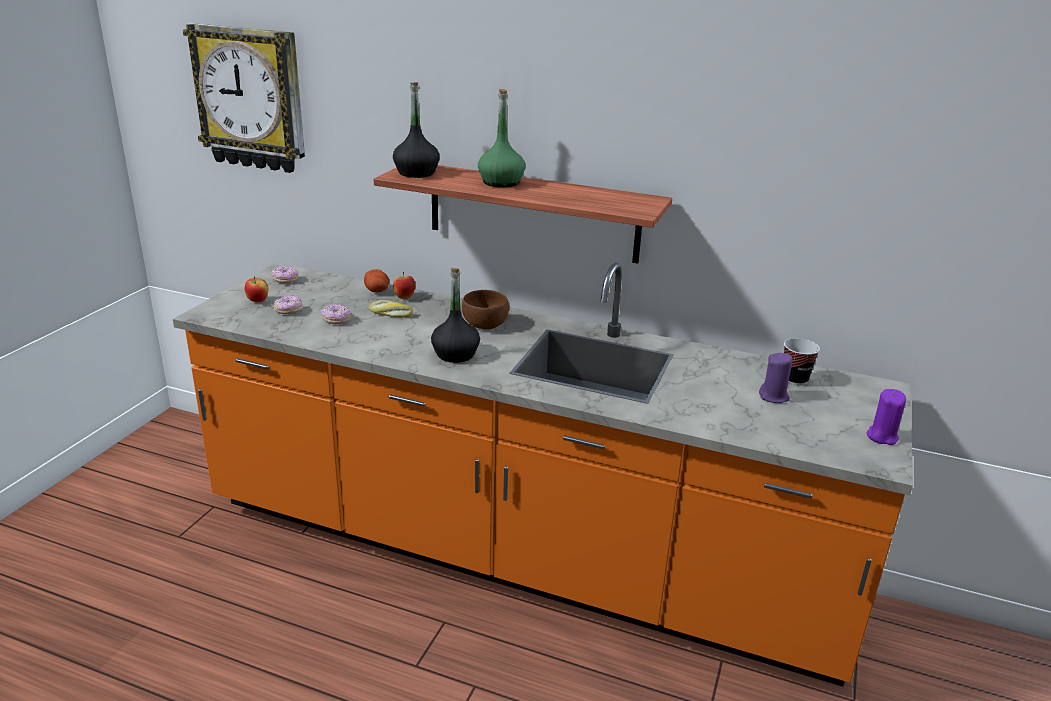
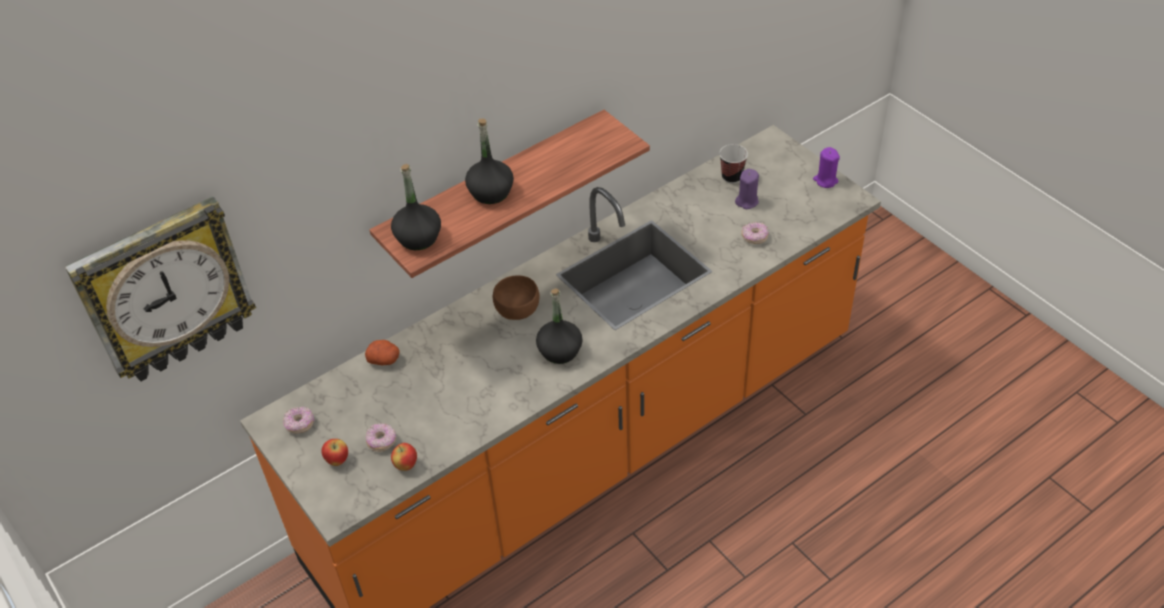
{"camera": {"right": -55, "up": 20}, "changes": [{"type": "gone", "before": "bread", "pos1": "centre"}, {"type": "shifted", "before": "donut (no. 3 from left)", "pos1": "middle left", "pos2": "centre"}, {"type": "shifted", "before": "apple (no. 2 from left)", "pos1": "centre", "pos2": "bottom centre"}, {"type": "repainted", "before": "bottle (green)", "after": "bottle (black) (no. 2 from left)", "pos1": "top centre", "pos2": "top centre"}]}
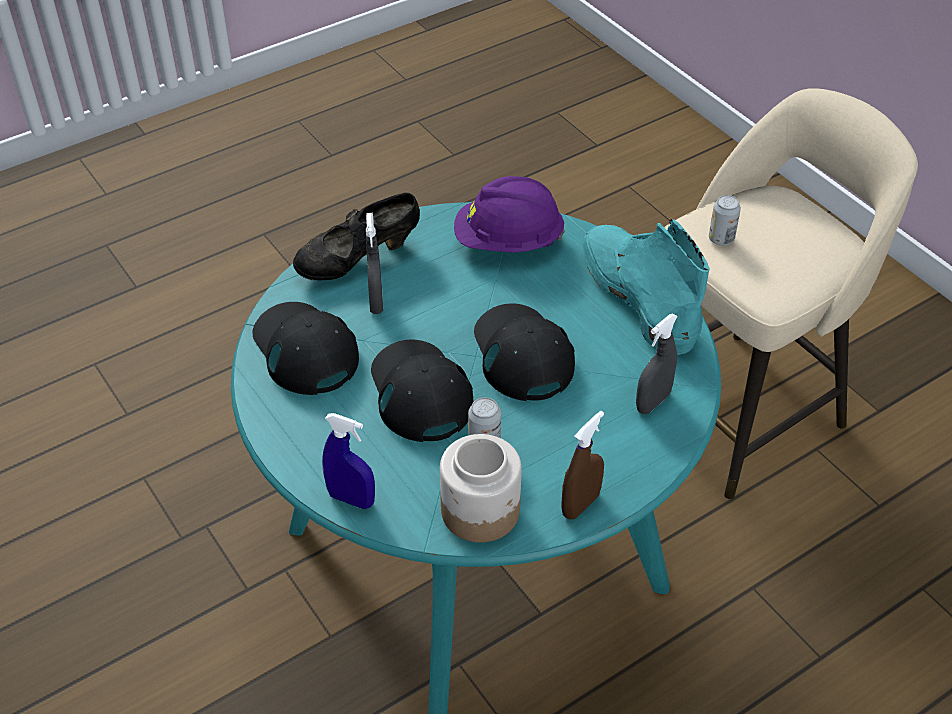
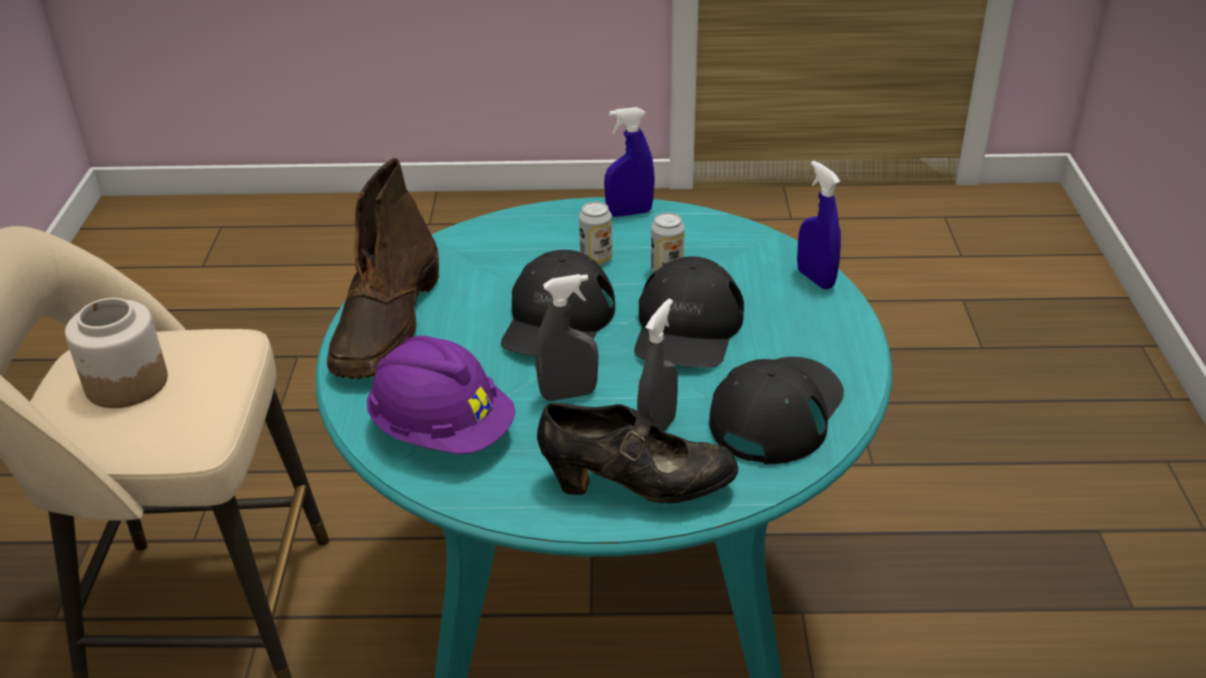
{"camera": {"right": -145, "up": -10}, "changes": [{"type": "shifted", "before": "jar", "pos1": "bottom centre", "pos2": "middle left"}, {"type": "shifted", "before": "spray bottle (grey) (no. 2 from left in the first image)", "after": "spray bottle (grey) (no. 1 from left)", "pos1": "middle right", "pos2": "centre"}, {"type": "shifted", "before": "can (no. 2 from left in the first image)", "after": "can (no. 1 from left)", "pos1": "top right", "pos2": "centre"}, {"type": "repainted", "before": "spray bottle (brown)", "after": "spray bottle (blue) (no. 1 from left)", "pos1": "centre", "pos2": "top centre"}, {"type": "repainted", "before": "boot (turquoise)", "after": "boot (brown)", "pos1": "middle right", "pos2": "middle left"}, {"type": "rotated", "before": "cap (black) (no. 1 from left in the first image)", "pos1": "middle left", "pos2": "centre", "turn": -150}]}
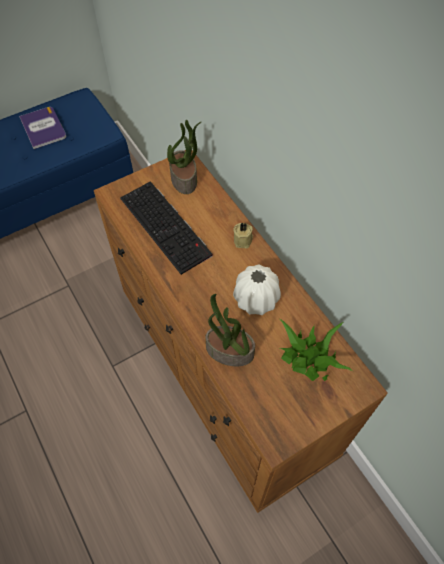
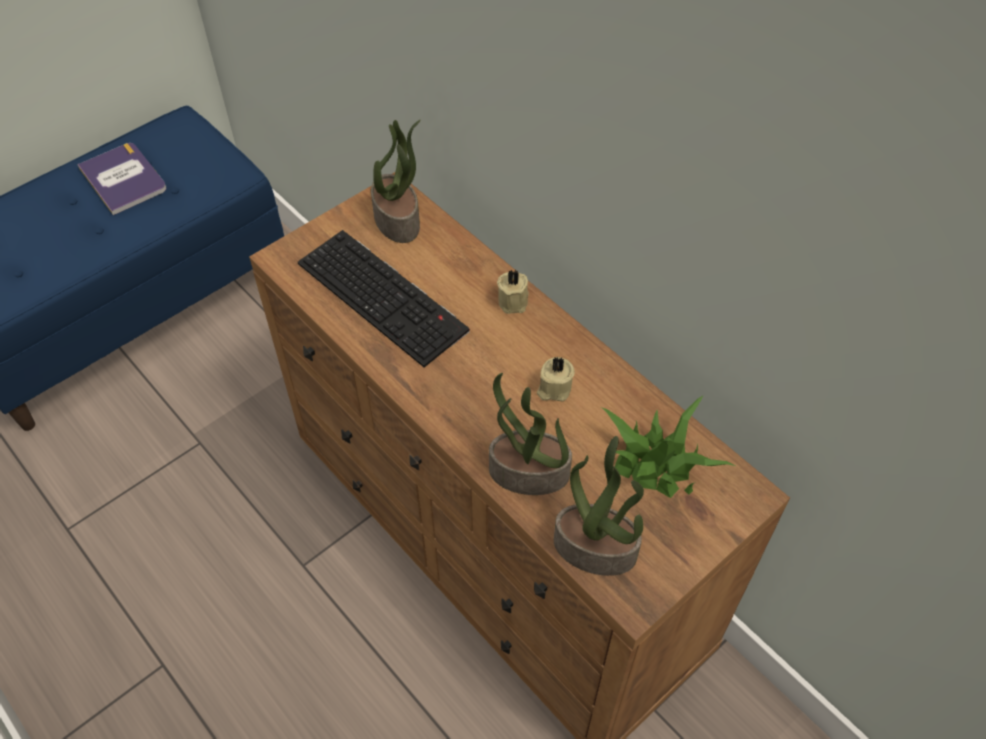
{"camera": {"right": -10, "up": -5}, "changes": [{"type": "new", "after": "potted plant (no. 3 from left)", "pos2": "bottom centre"}, {"type": "swapped", "before": "vase (white)", "after": "candle (beige) (no. 2 from left)", "pos1": "centre", "pos2": "centre"}]}
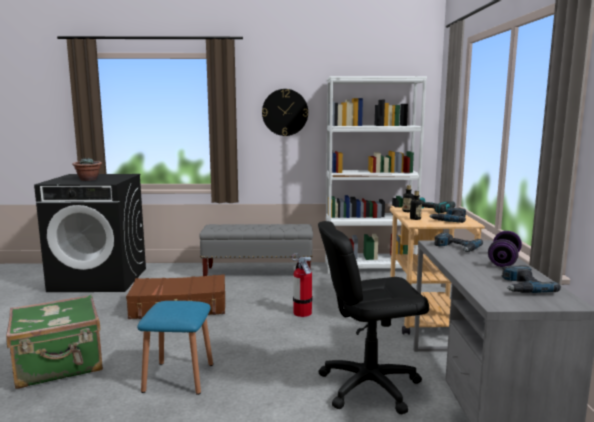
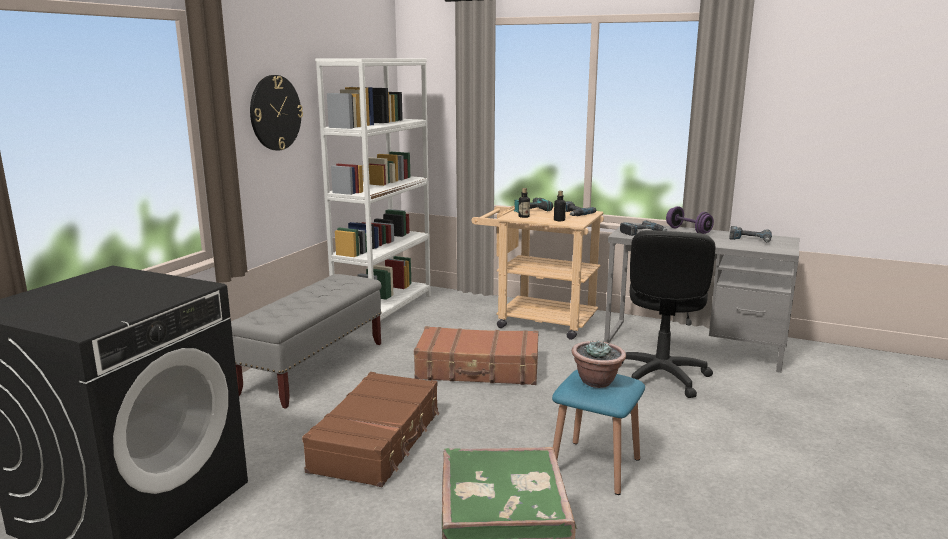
{"camera": {"right": -65, "up": 5}, "changes": [{"type": "shifted", "before": "potted plant", "pos1": "middle left", "pos2": "bottom centre"}, {"type": "swapped", "before": "fire extinguisher", "after": "suitcase (brown) (no. 2 from left)", "pos1": "bottom centre", "pos2": "centre"}]}
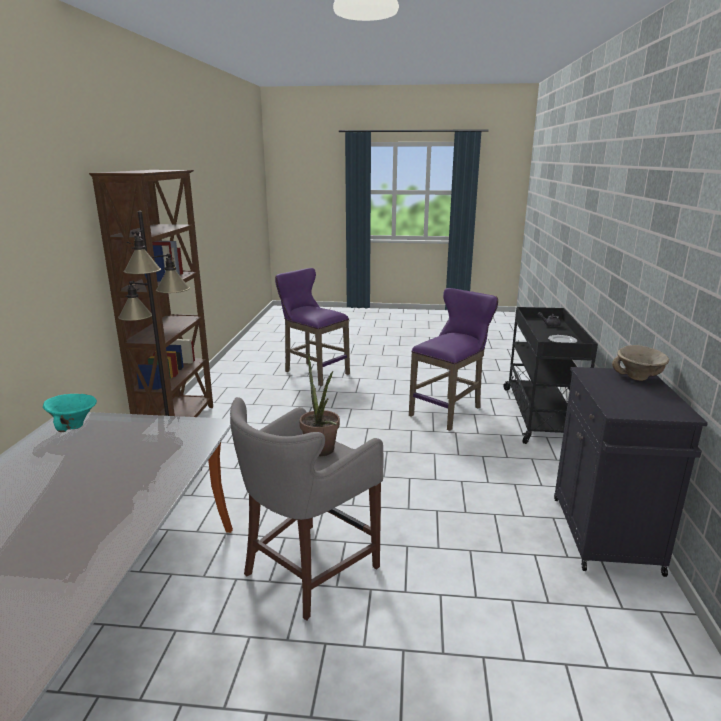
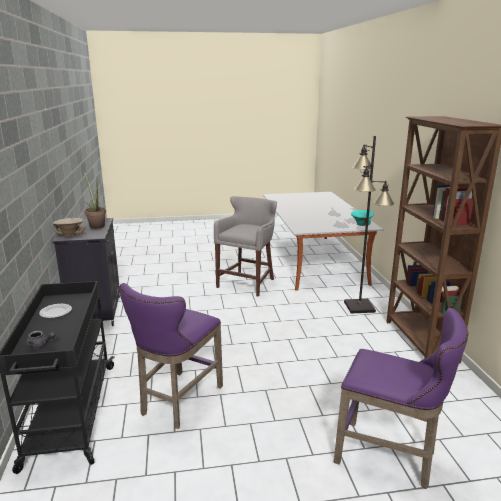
{"camera": {"right": 165, "up": 0}, "changes": [{"type": "shifted", "before": "potted plant", "pos1": "centre", "pos2": "middle left"}]}
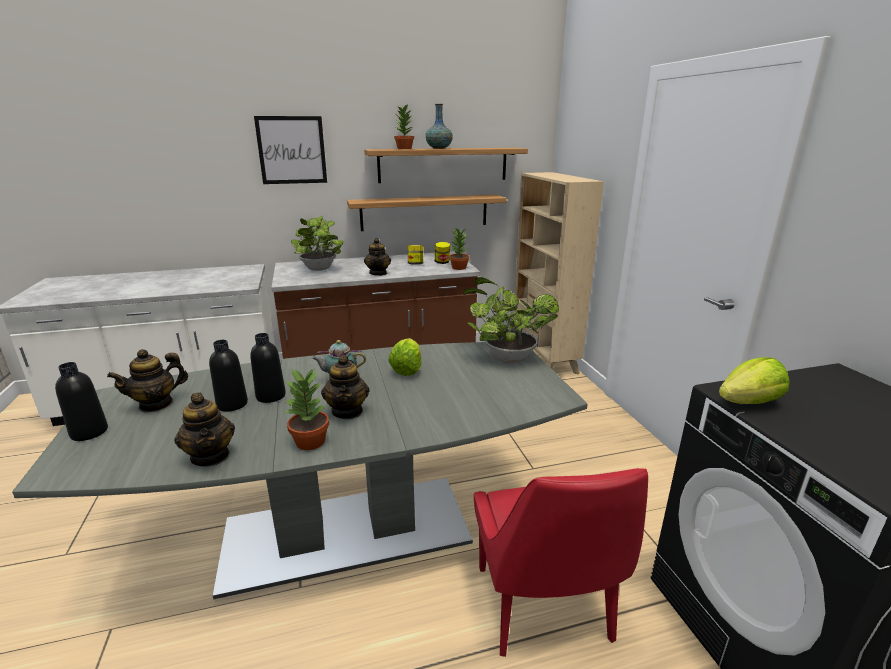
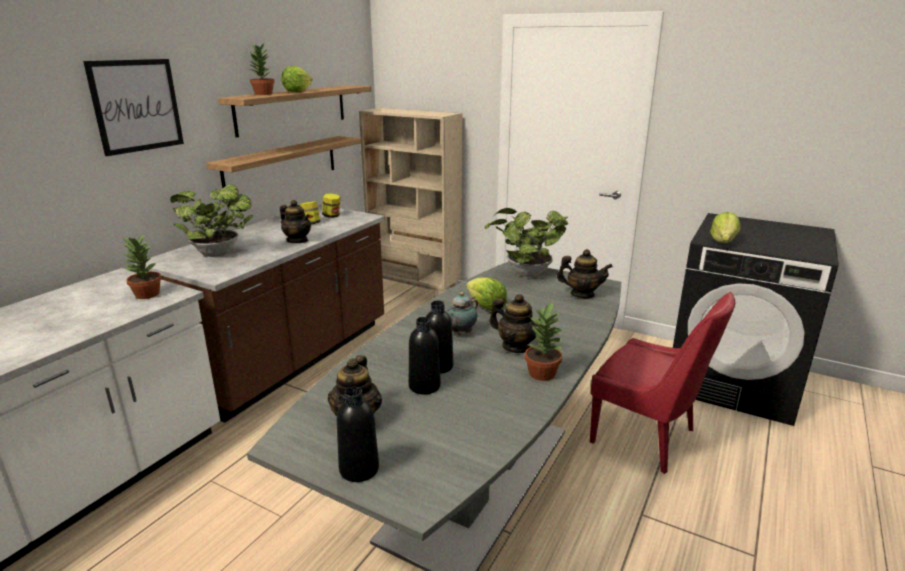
{"camera": {"right": -45, "up": 0}, "changes": [{"type": "shifted", "before": "teapot (no. 2 from left in the first image)", "after": "teapot (no. 5 from left)", "pos1": "middle left", "pos2": "centre"}, {"type": "shifted", "before": "potted plant (no. 4 from left in the first image)", "after": "potted plant (no. 1 from left)", "pos1": "centre", "pos2": "middle left"}, {"type": "swapped", "before": "vase", "after": "lettuce (no. 1 from left)", "pos1": "top centre", "pos2": "top left"}]}
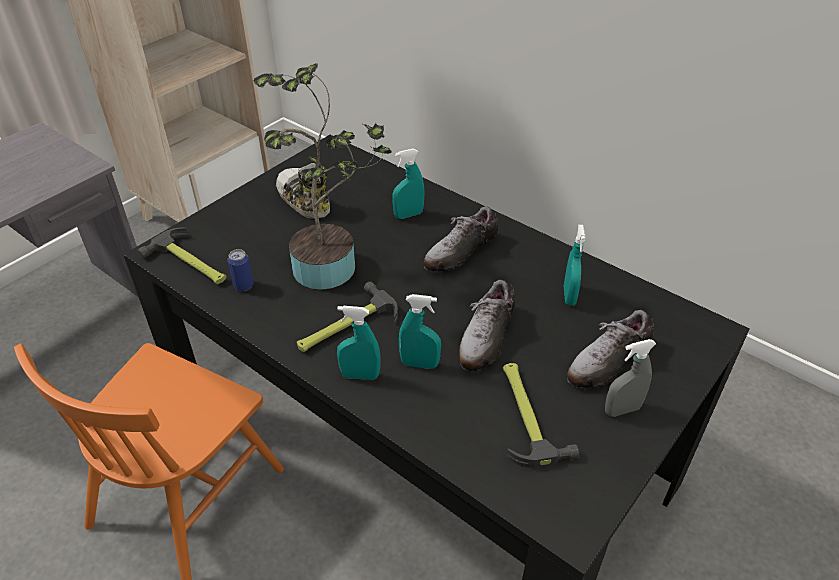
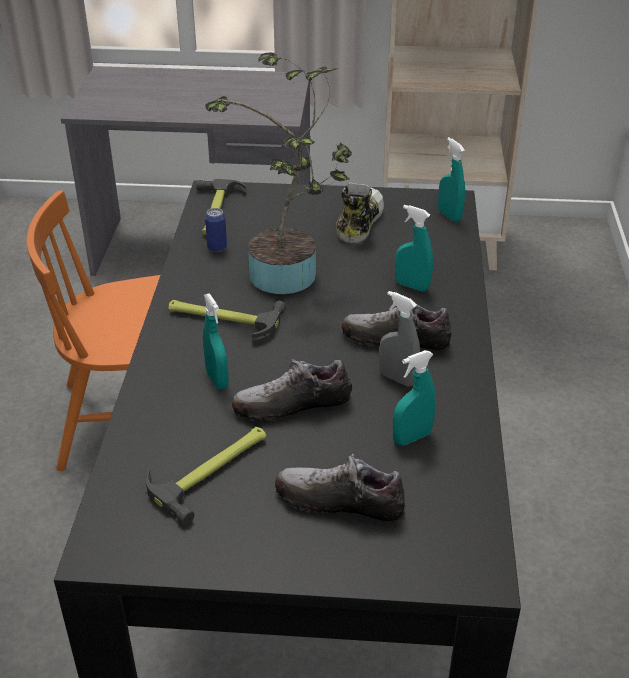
{"camera": {"right": 55, "up": -5}, "changes": [{"type": "shifted", "before": "spray bottle (turquoise) (no. 1 from left in the first image)", "after": "spray bottle (turquoise) (no. 4 from left)", "pos1": "centre", "pos2": "top right"}, {"type": "shifted", "before": "spray bottle (grey)", "pos1": "middle right", "pos2": "centre"}]}
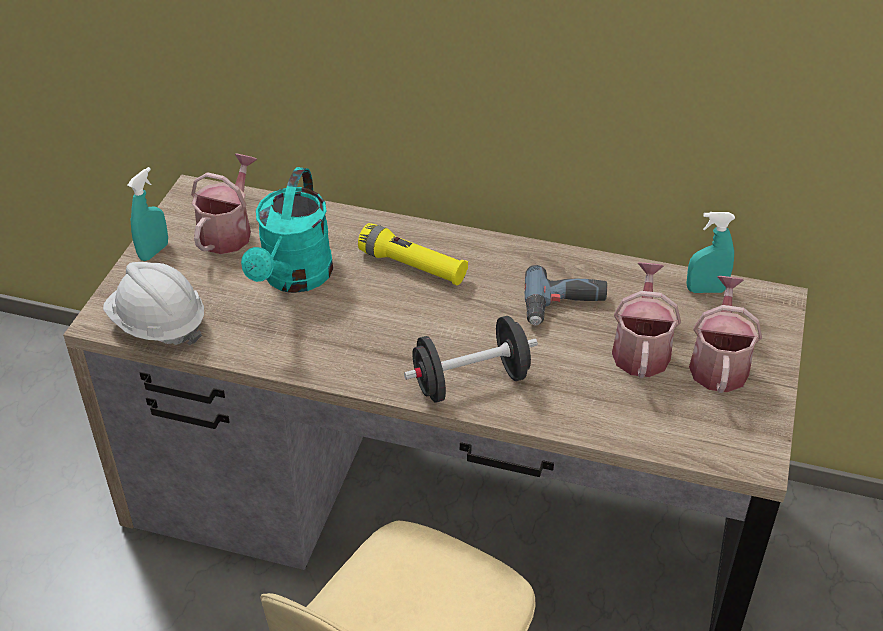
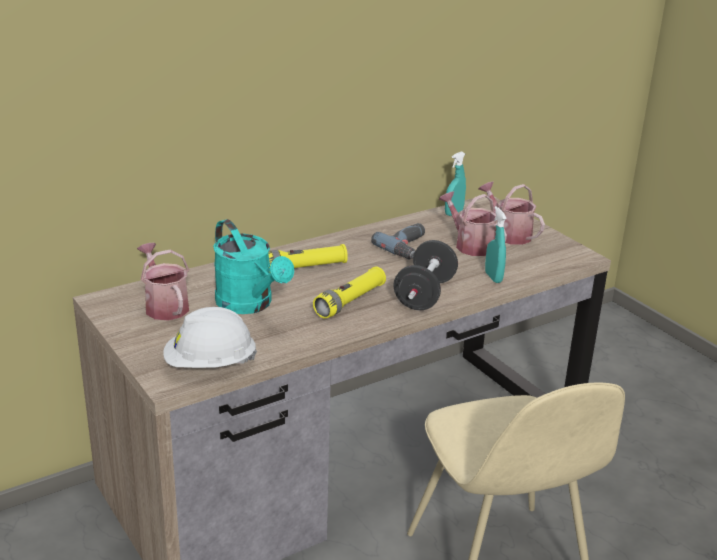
{"camera": {"right": -50, "up": -15}, "changes": [{"type": "new", "after": "flashlight (yellow) (no. 2 from left)", "pos2": "centre"}, {"type": "shifted", "before": "spray bottle (turquoise) (no. 1 from left in the first image)", "after": "spray bottle (turquoise) (no. 2 from left)", "pos1": "middle left", "pos2": "middle right"}]}
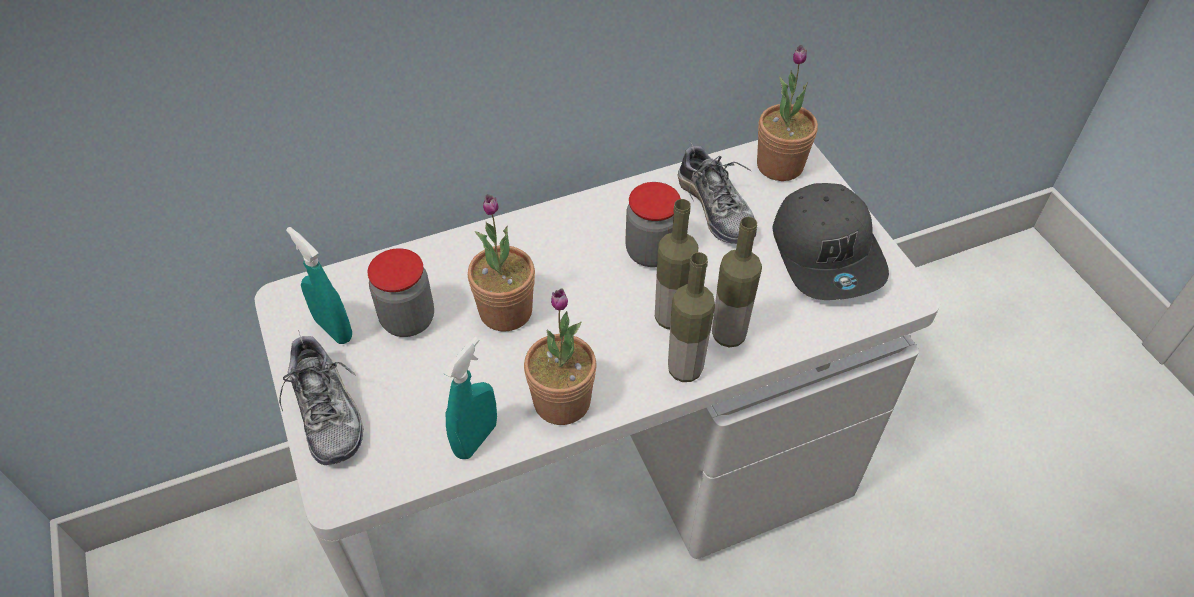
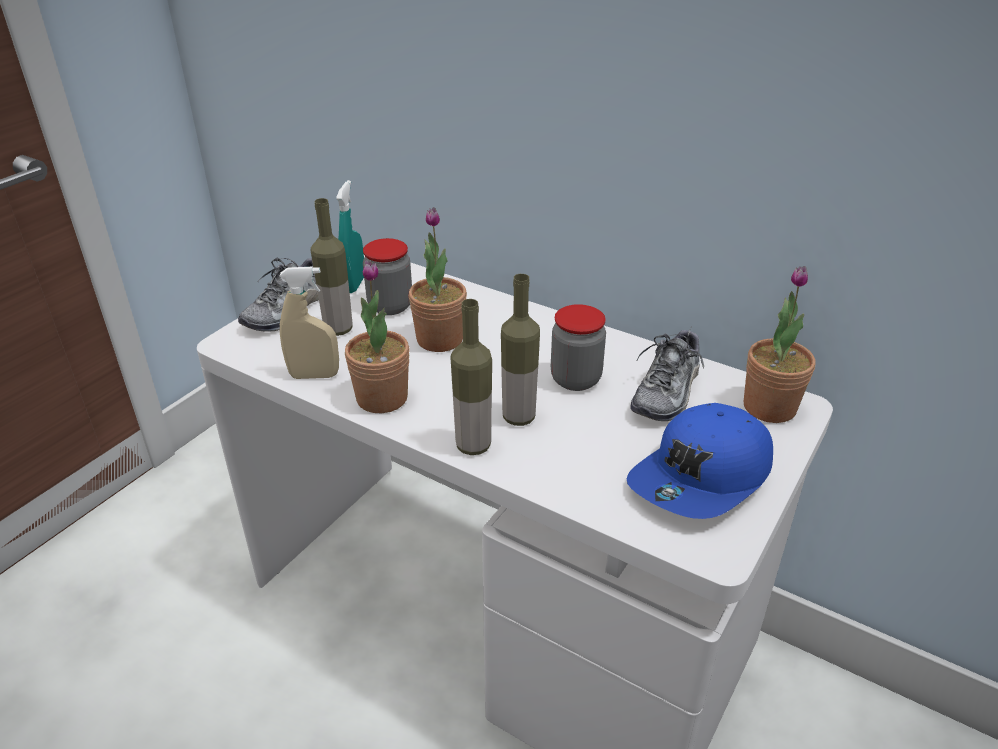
{"camera": {"right": 55, "up": -15}, "changes": [{"type": "shifted", "before": "bottle (no. 3 from left in the first image)", "after": "bottle (no. 1 from left)", "pos1": "centre", "pos2": "middle left"}, {"type": "repainted", "before": "spray bottle (turquoise) (no. 2 from left)", "after": "spray bottle (beige)", "pos1": "bottom centre", "pos2": "middle left"}, {"type": "repainted", "before": "cap (grey)", "after": "cap (blue)", "pos1": "middle right", "pos2": "middle right"}]}
